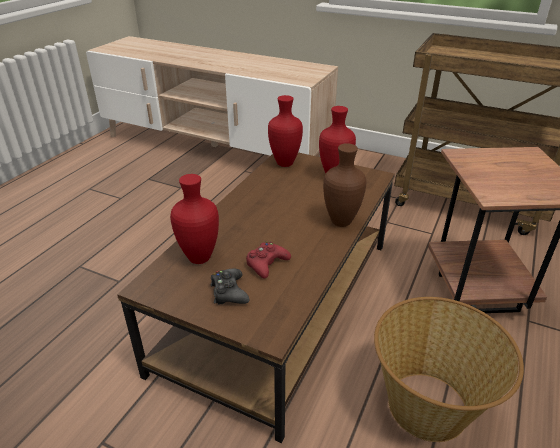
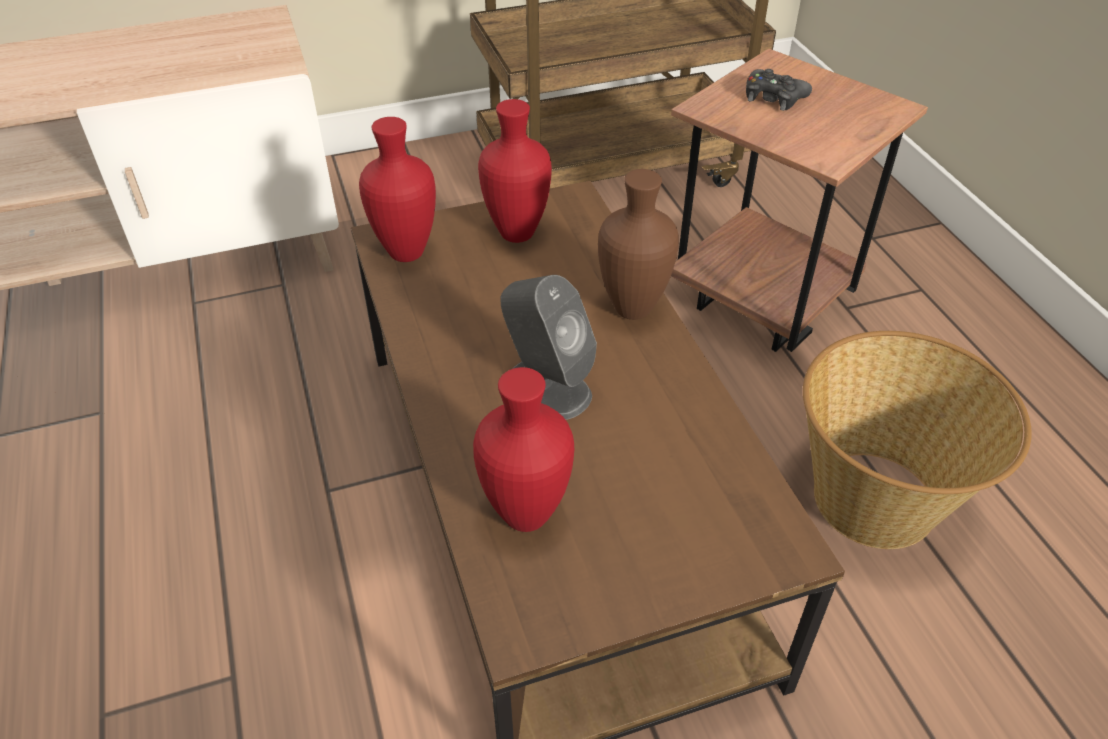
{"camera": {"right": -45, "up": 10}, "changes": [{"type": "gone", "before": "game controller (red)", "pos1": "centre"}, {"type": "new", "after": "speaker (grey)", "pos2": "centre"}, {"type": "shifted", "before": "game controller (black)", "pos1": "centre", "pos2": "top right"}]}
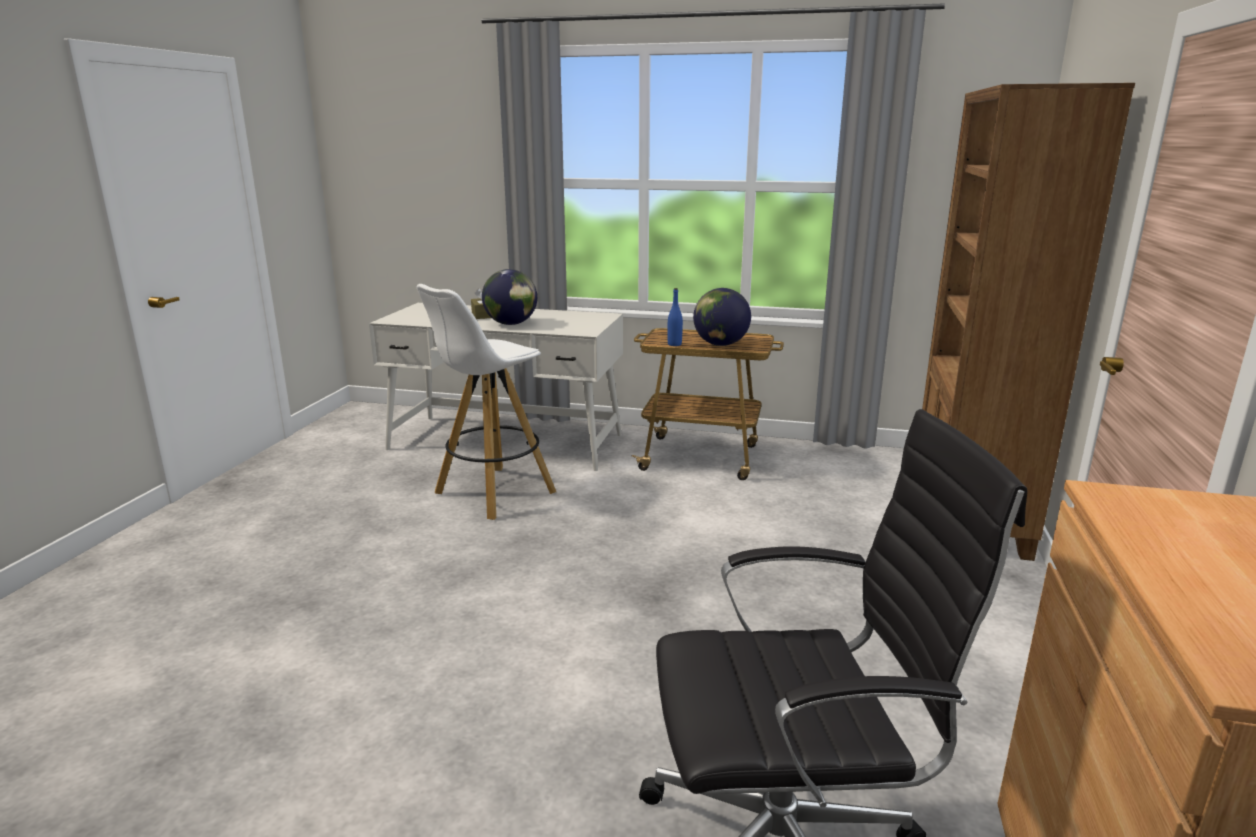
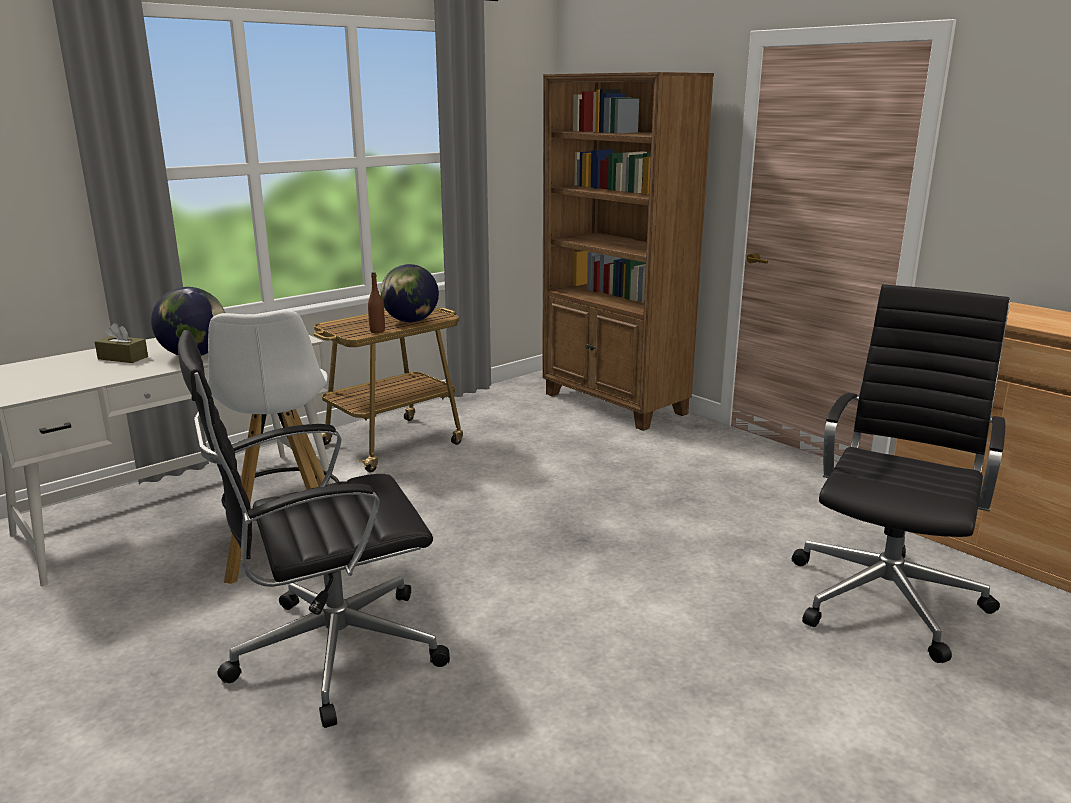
{"camera": {"right": -55, "up": 0}, "changes": [{"type": "new", "after": "office chair (black) (no. 1 from left)", "pos2": "middle left"}, {"type": "repainted", "before": "bottle (blue)", "after": "bottle (brown)", "pos1": "centre", "pos2": "centre"}]}
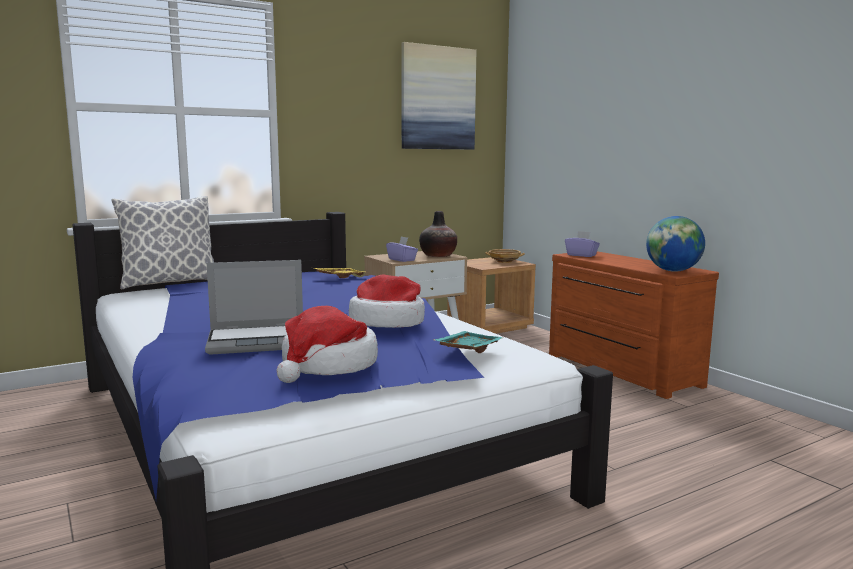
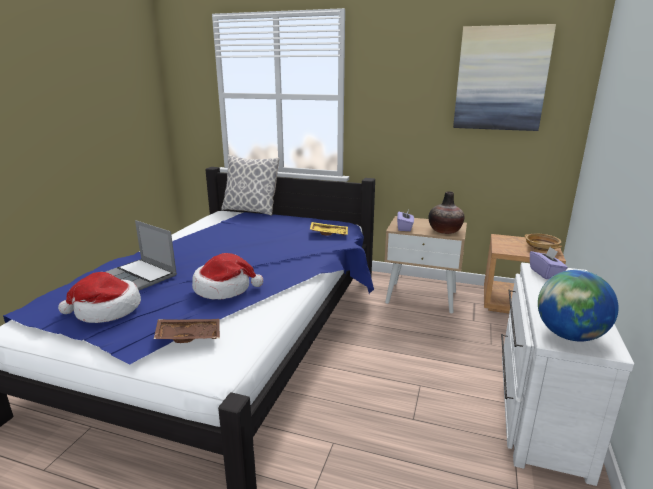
{"camera": {"right": 50, "up": 10}, "changes": [{"type": "repainted", "before": "tray (turquoise)", "after": "tray (brown)", "pos1": "centre", "pos2": "bottom left"}, {"type": "repainted", "before": "dresser (brown)", "after": "dresser (white)", "pos1": "middle right", "pos2": "bottom right"}]}
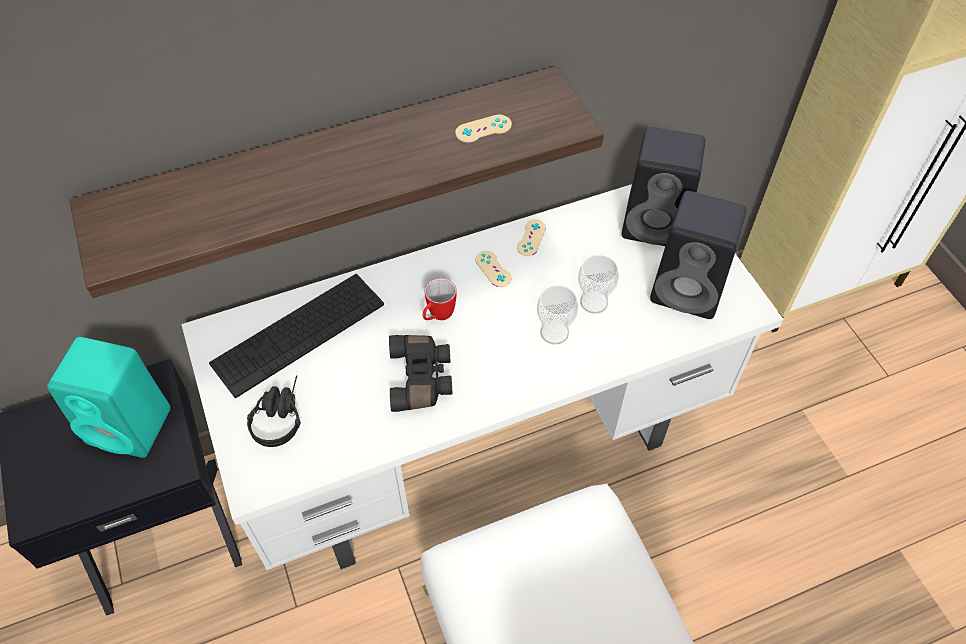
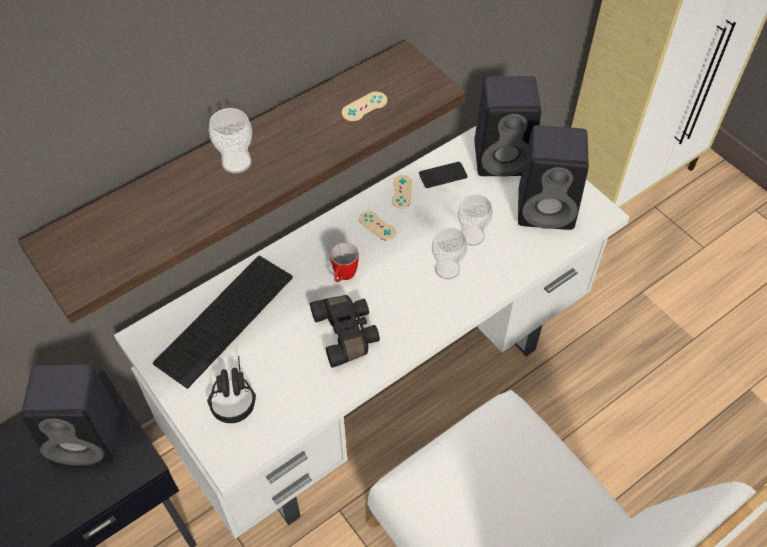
{"camera": {"right": -15, "up": 0}, "changes": [{"type": "new", "after": "cup (no. 1 from left)", "pos2": "top left"}, {"type": "new", "after": "phone", "pos2": "top centre"}, {"type": "repainted", "before": "speaker (turquoise)", "after": "speaker (black) (no. 1 from left)", "pos1": "middle left", "pos2": "bottom left"}]}
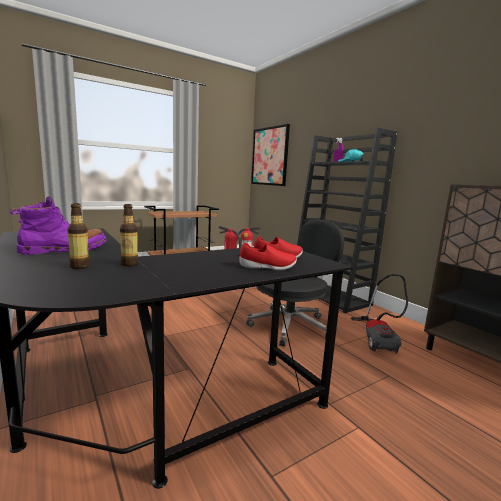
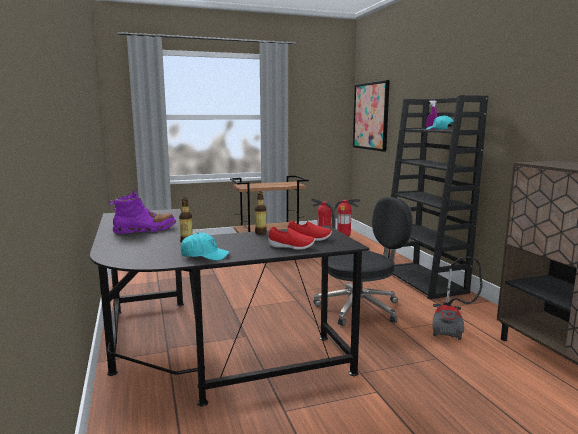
{"camera": {"right": 15, "up": 0}, "changes": [{"type": "new", "after": "cap (turquoise) (no. 1 from left)", "pos2": "centre"}, {"type": "shifted", "before": "bottle (no. 1 from left in the first image)", "after": "bottle (no. 2 from left)", "pos1": "middle left", "pos2": "centre"}]}
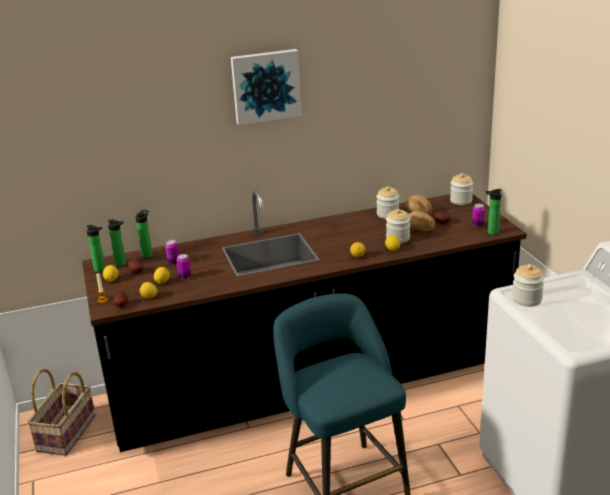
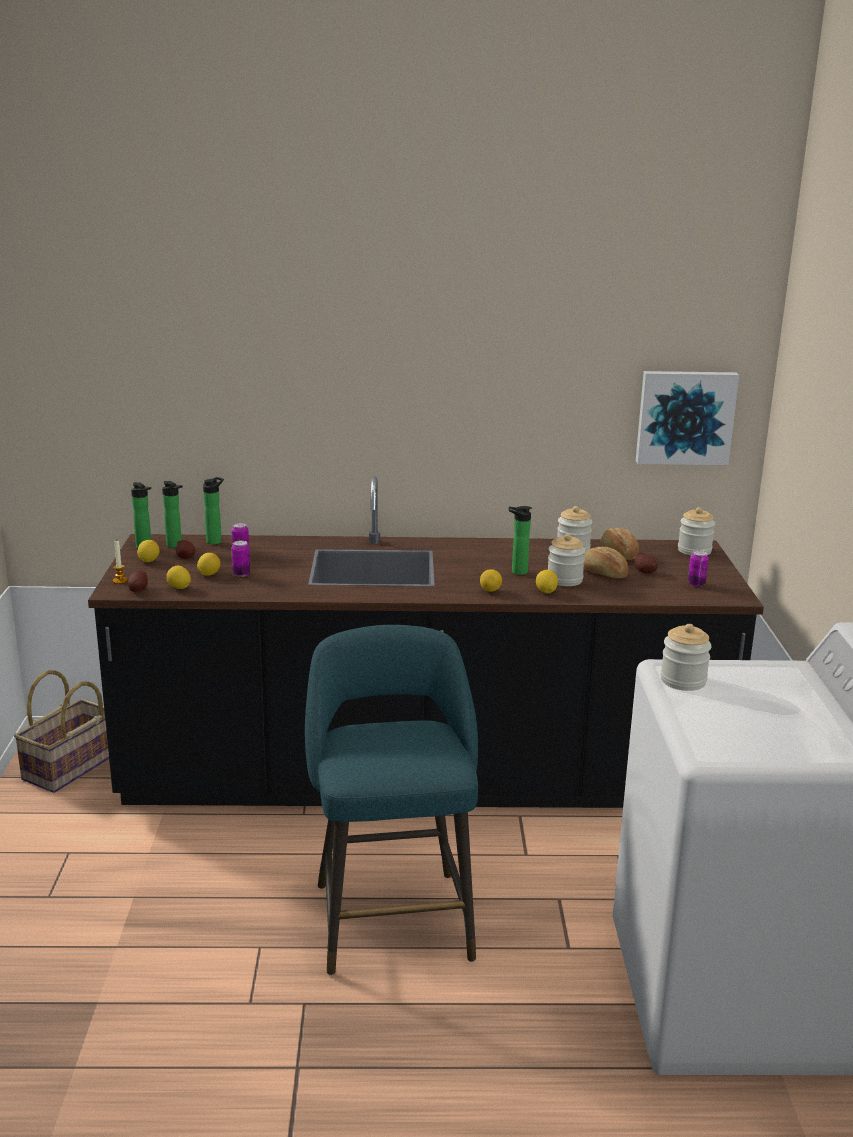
{"camera": {"right": 15, "up": -5}, "changes": [{"type": "shifted", "before": "picture", "pos1": "top centre", "pos2": "middle right"}, {"type": "shifted", "before": "bottle (no. 4 from left)", "pos1": "middle right", "pos2": "centre"}]}
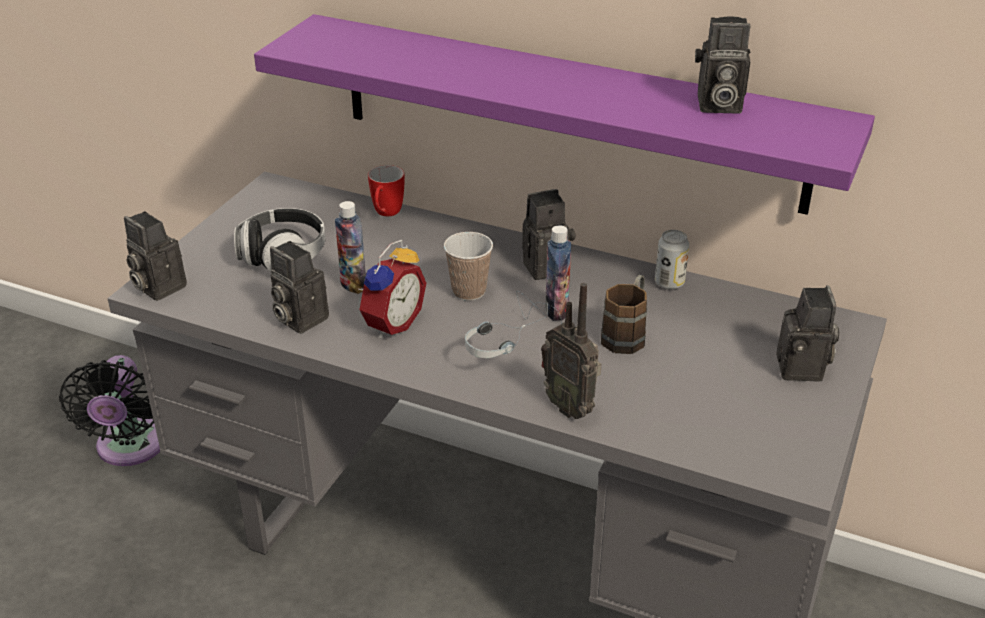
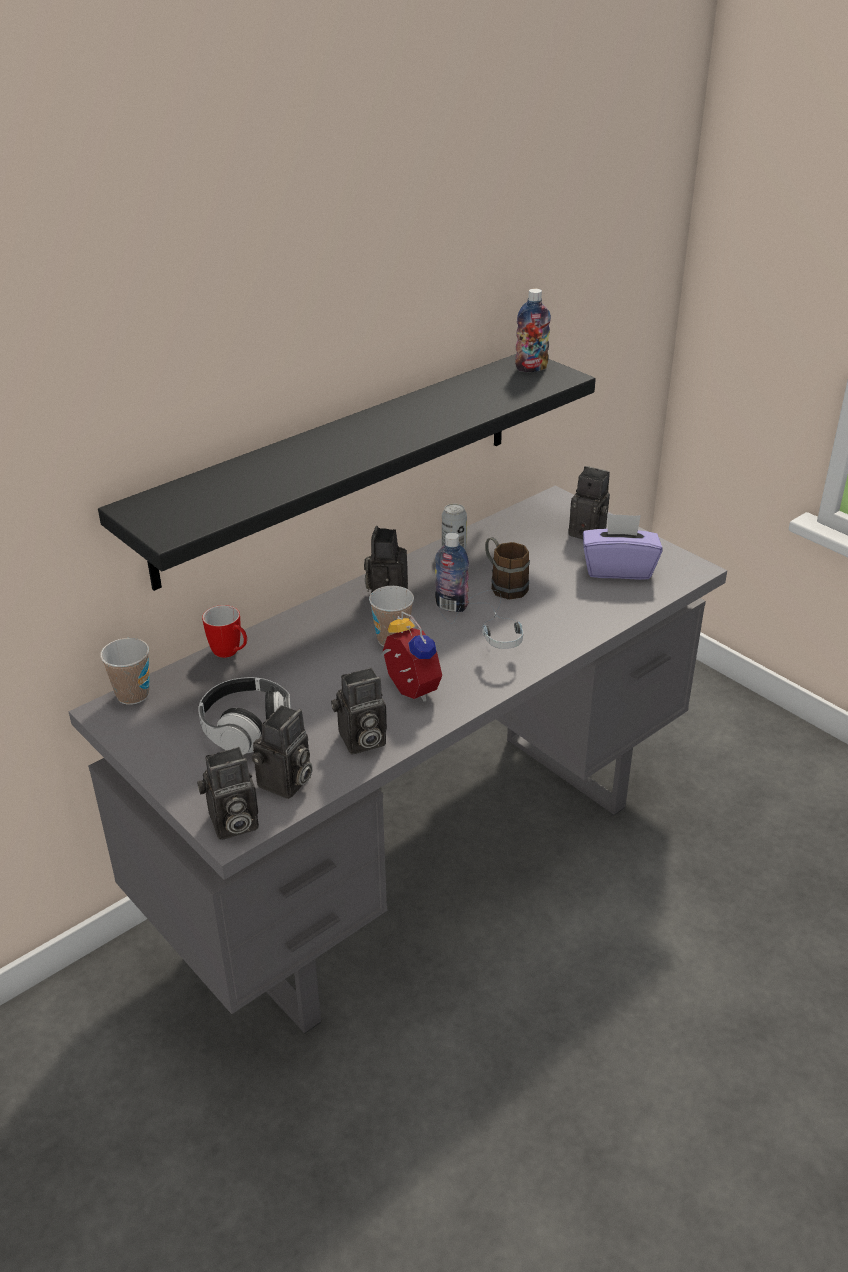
{"camera": {"right": -65, "up": 0}, "changes": [{"type": "gone", "before": "fan (black)", "pos1": "middle left"}, {"type": "gone", "before": "radio", "pos1": "centre"}, {"type": "new", "after": "cup (no. 1 from left)", "pos2": "middle left"}, {"type": "new", "after": "tissue box (purple)", "pos2": "middle right"}, {"type": "shifted", "before": "bottle (no. 1 from left in the first image)", "after": "bottle (no. 2 from left)", "pos1": "centre", "pos2": "top centre"}, {"type": "shifted", "before": "photo camera (no. 4 from left in the first image)", "after": "photo camera (no. 2 from left)", "pos1": "top right", "pos2": "middle left"}, {"type": "repainted", "before": "shelf (purple)", "after": "shelf (black)", "pos1": "top centre", "pos2": "centre"}]}
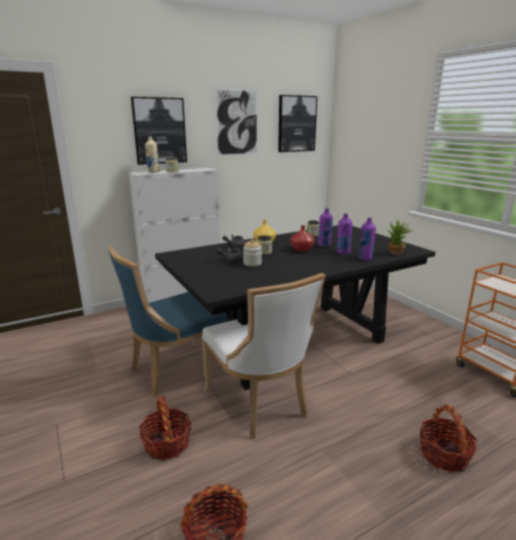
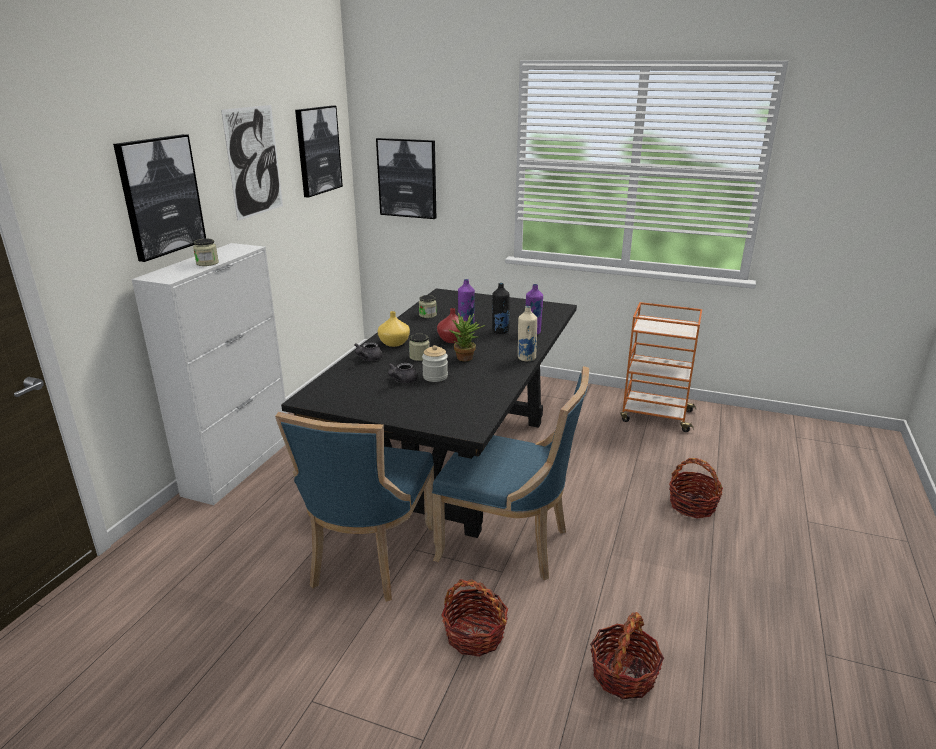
{"camera": {"right": -40, "up": 5}, "changes": [{"type": "new", "after": "picture (no. 4 from left)", "pos2": "top centre"}, {"type": "shifted", "before": "bottle (beige)", "pos1": "top left", "pos2": "centre"}, {"type": "shifted", "before": "potted plant", "pos1": "middle right", "pos2": "centre"}, {"type": "repainted", "before": "chair (white)", "after": "chair (blue) (no. 2 from left)", "pos1": "centre", "pos2": "centre"}, {"type": "repainted", "before": "bottle (purple) (no. 2 from left)", "after": "bottle (black)", "pos1": "middle right", "pos2": "centre"}]}
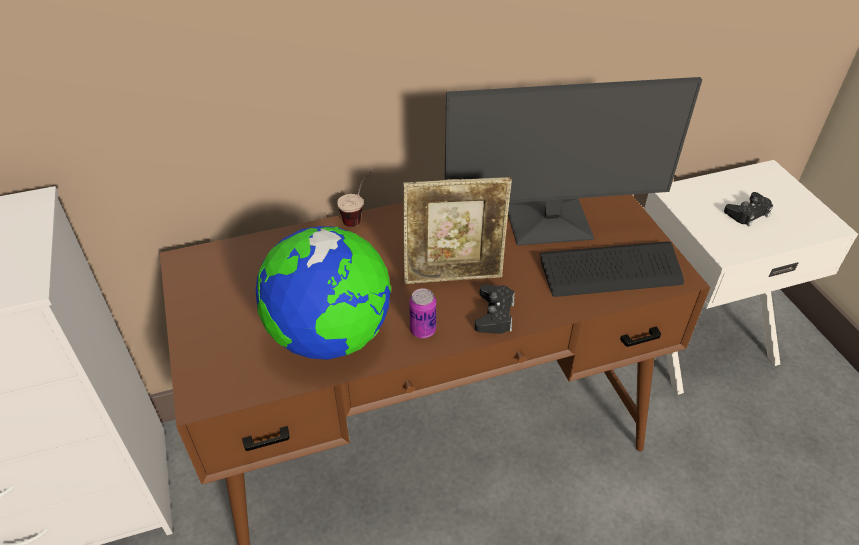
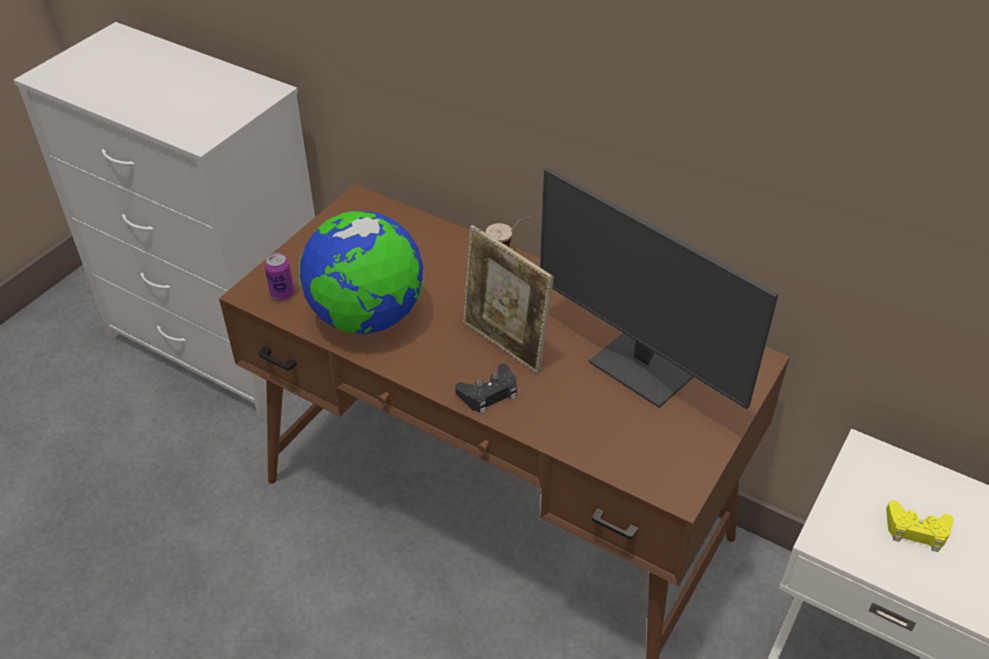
{"camera": {"right": 50, "up": 0}, "changes": [{"type": "gone", "before": "keyboard", "pos1": "middle right"}, {"type": "shifted", "before": "can", "pos1": "centre", "pos2": "middle left"}, {"type": "repainted", "before": "game controller (black) (no. 2 from left)", "after": "game controller (yellow)", "pos1": "middle right", "pos2": "bottom right"}]}
